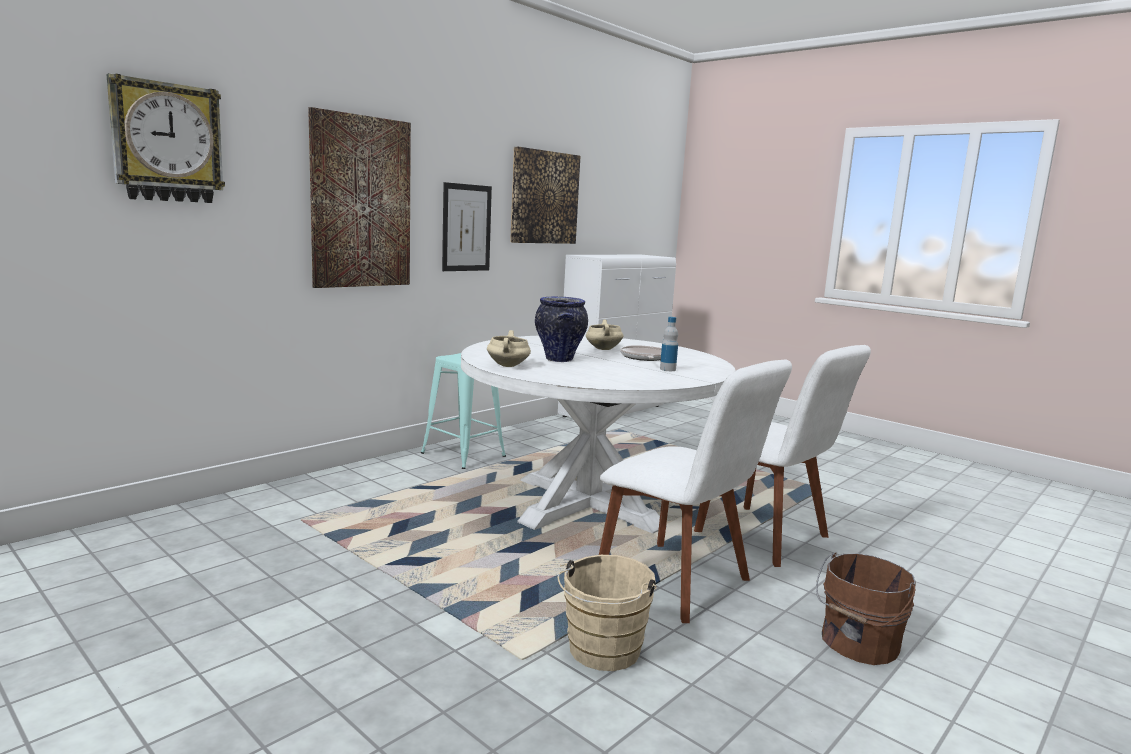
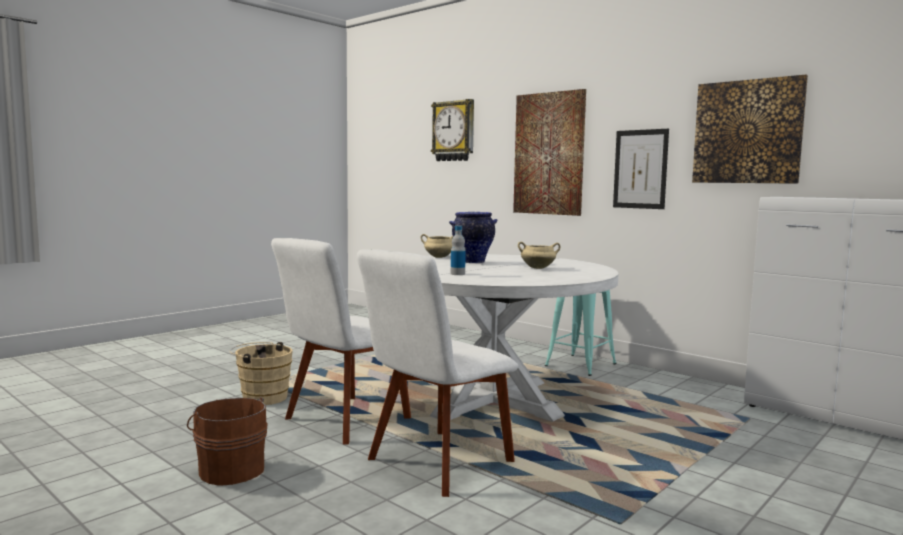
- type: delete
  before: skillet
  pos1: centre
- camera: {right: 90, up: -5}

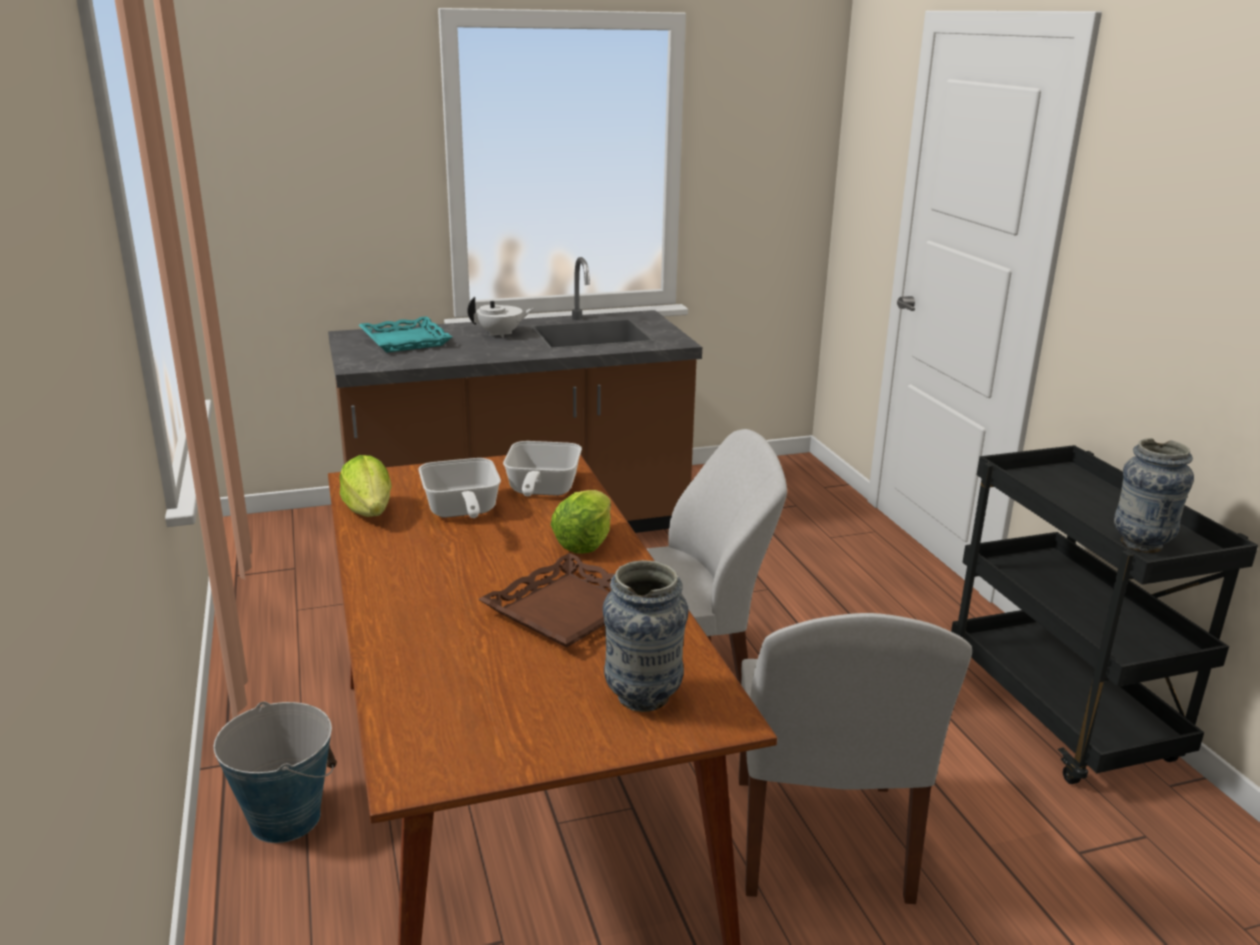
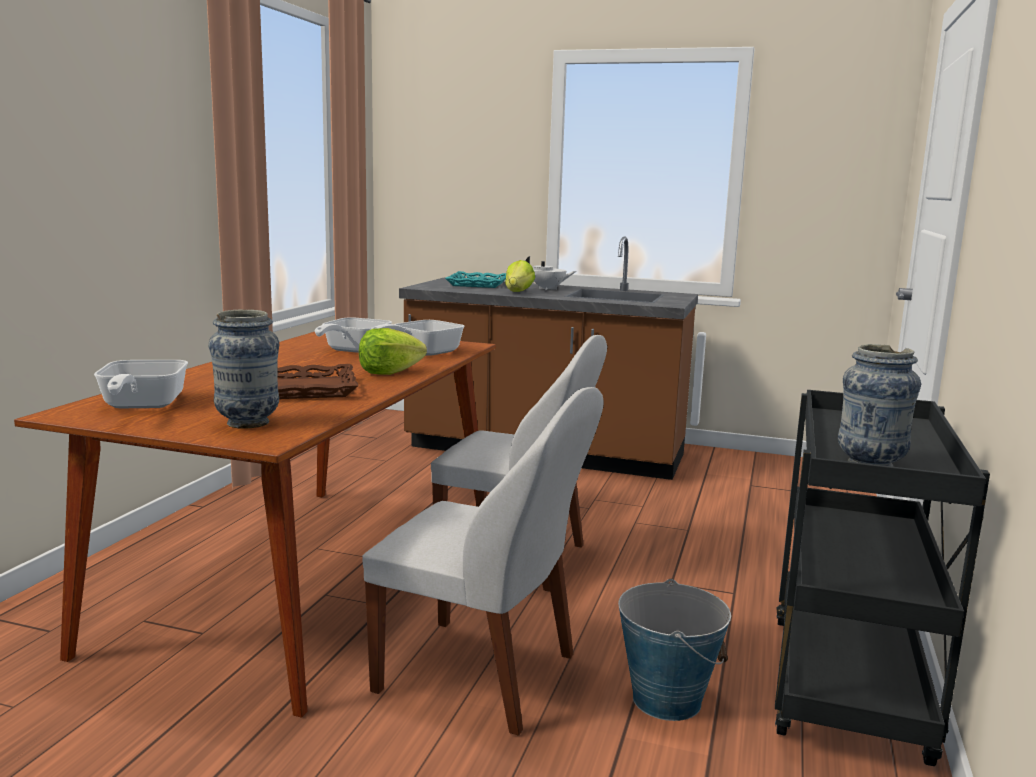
- type: move
  before: bucket
  pos1: bottom left
  pos2: bottom centre
- type: move
  before: lettuce (1st from left in the first image)
  after: lettuce (2nd from left)
  pos1: middle left
  pos2: centre
- type: rotate
  before: plain chair/white (2nd from left in the first image)
  pos1: bottom right
  pos2: bottom centre
  turn: -105
- type: insert
  after: skillet (1st from left)
  pos2: middle left
- camera: {right: 35, up: -10}

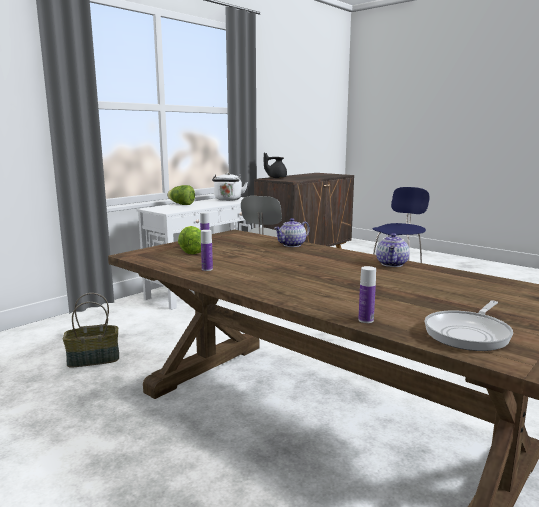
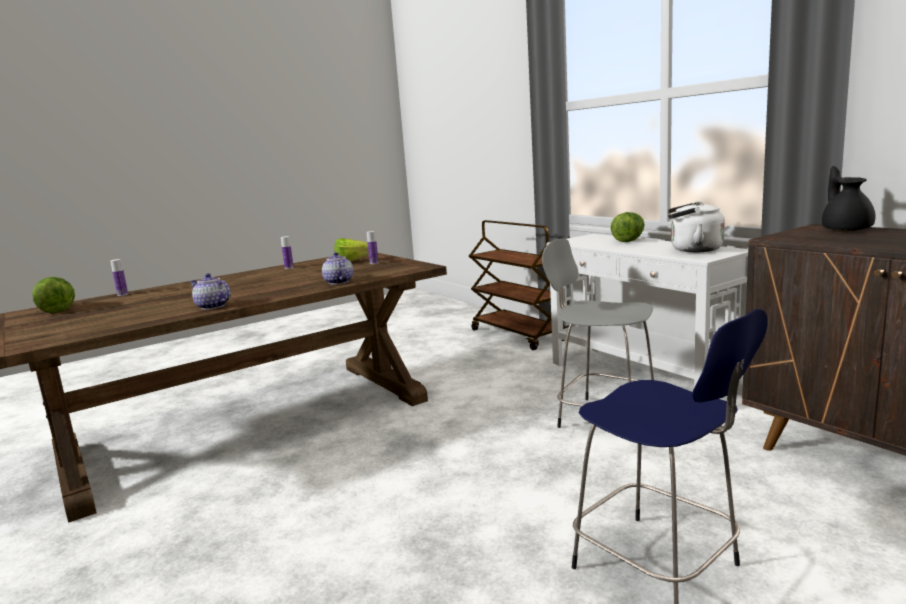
- type: delete
  before: household basket
  pos1: middle left
- type: replace
  before: skillet
  after: lettuce (1st from left)
  pos1: middle right
  pos2: middle left
- type: insert
  after: cart/brownish
  pos2: centre
- camera: {right: 105, up: 0}

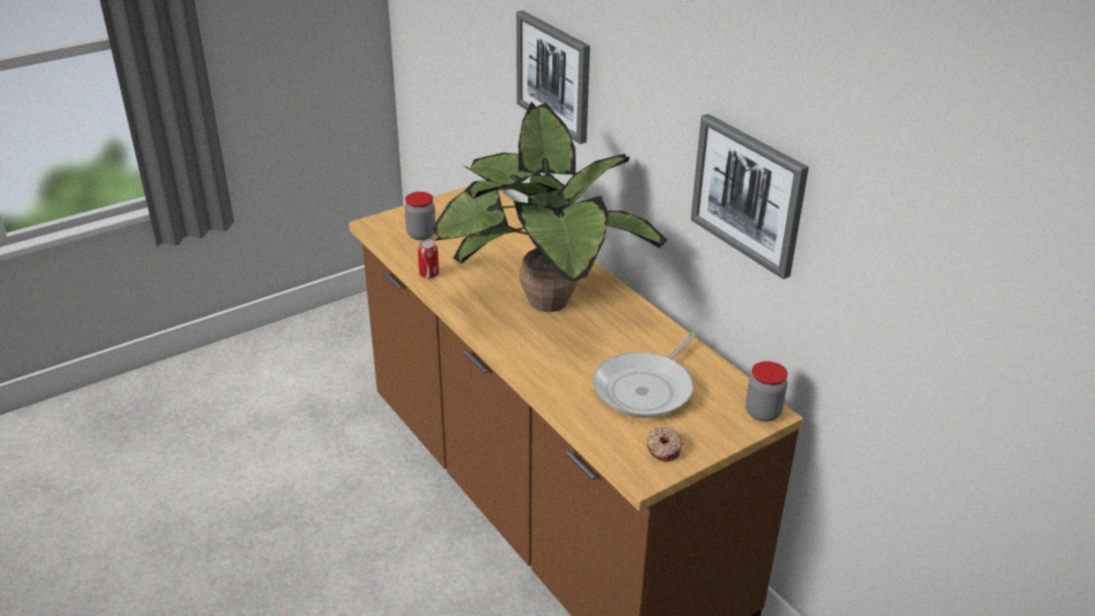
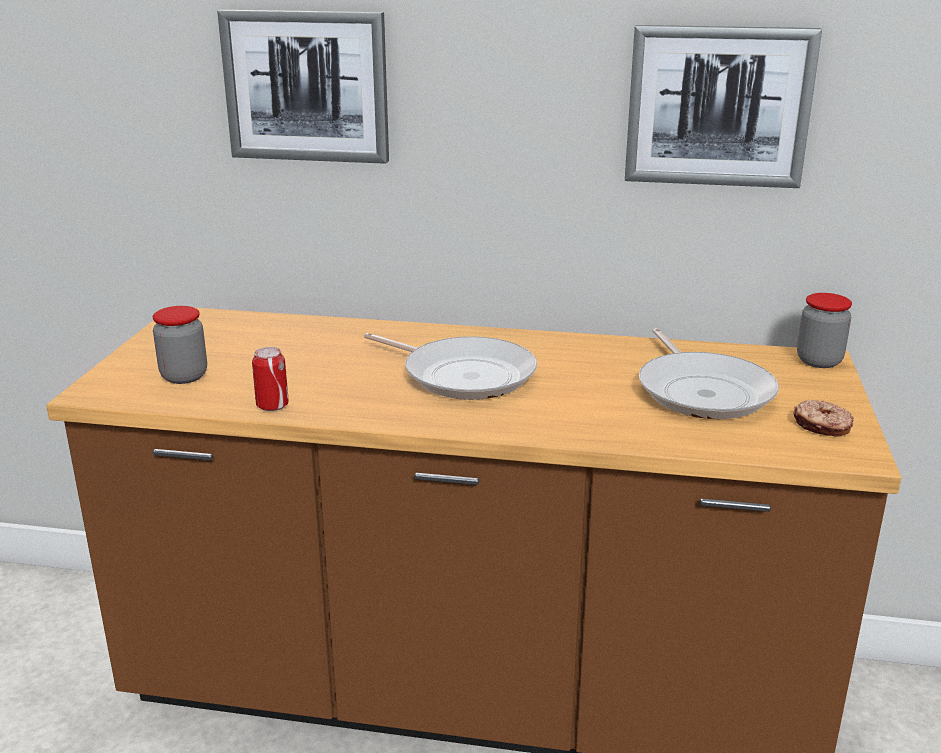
- type: replace
  before: houseplant
  after: skillet (1st from left)
  pos1: centre
  pos2: centre
- camera: {right: -45, up: -10}

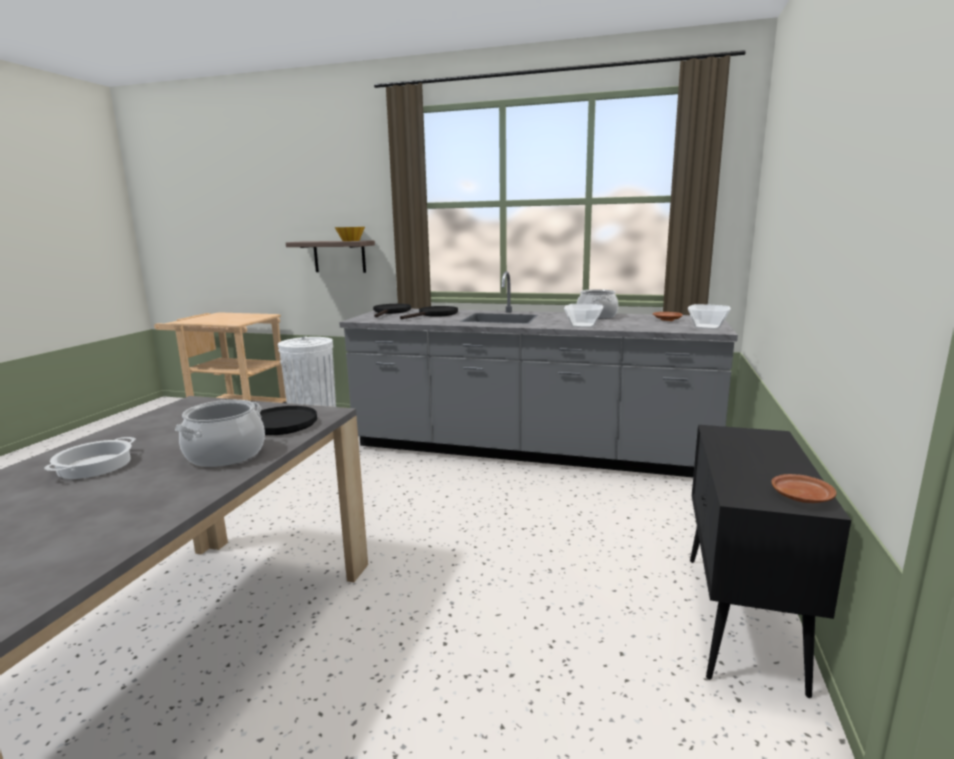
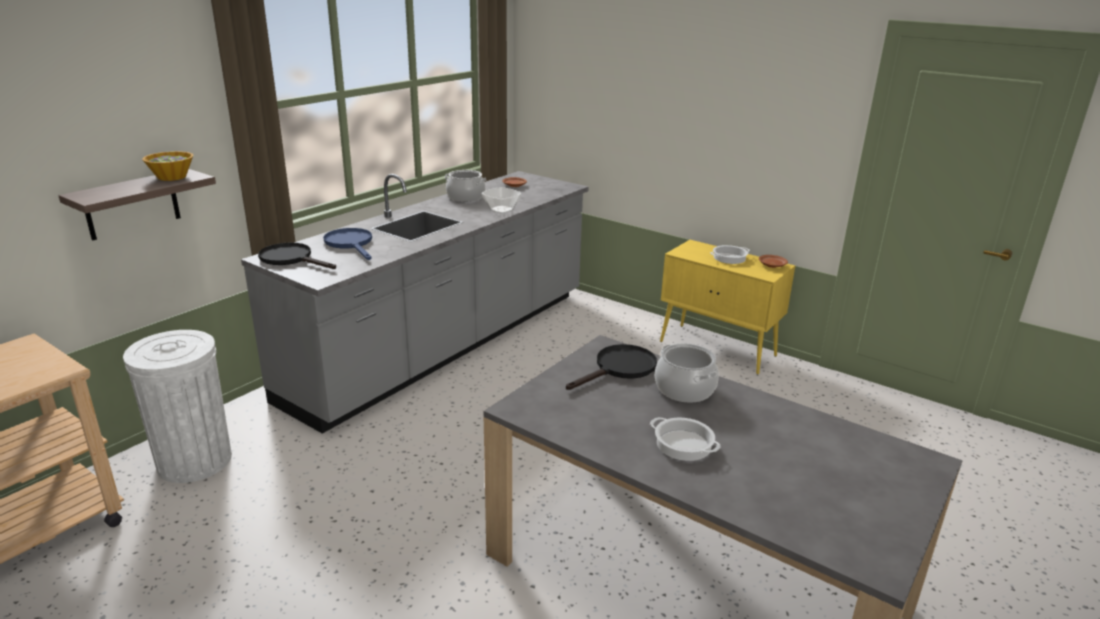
- type: recolor
  before: skillet/blackish (3rd from left)
  after: skillet/blue-coloured
  pos1: centre
  pos2: middle left
- type: delete
  before: bowl (3rd from left)
  pos1: middle right
- type: recolor
  before: cabinet/blackish
  after: cabinet/yellowish
  pos1: bottom right
  pos2: centre
- type: insert
  after: stockpot (4th from left)
  pos2: centre
- camera: {right: -70, up: 10}

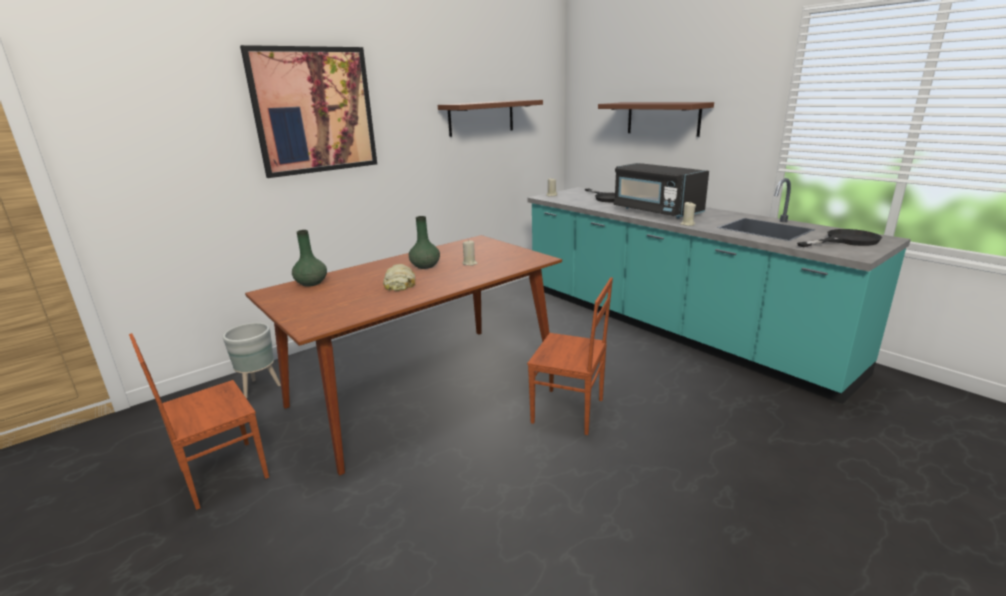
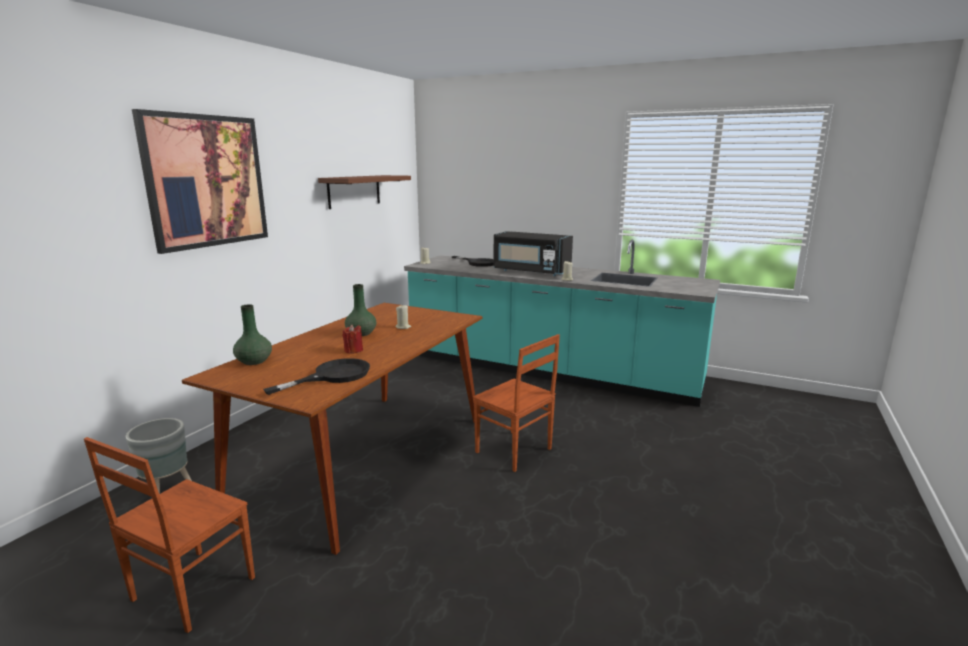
- type: replace
  before: bread
  after: wax light/red-coloured
  pos1: centre
  pos2: centre
- type: rotate
  before: plain chair/brownish (2nd from left)
  pos1: centre
  pos2: centre
  turn: 45
- type: delete
  before: shelf/brownish (2nd from left)
  pos1: top centre
- type: move
  before: skillet/blackish (2nd from left in the first image)
  after: skillet/blackish (1st from left)
  pos1: middle right
  pos2: middle left
- camera: {right: -25, up: -5}

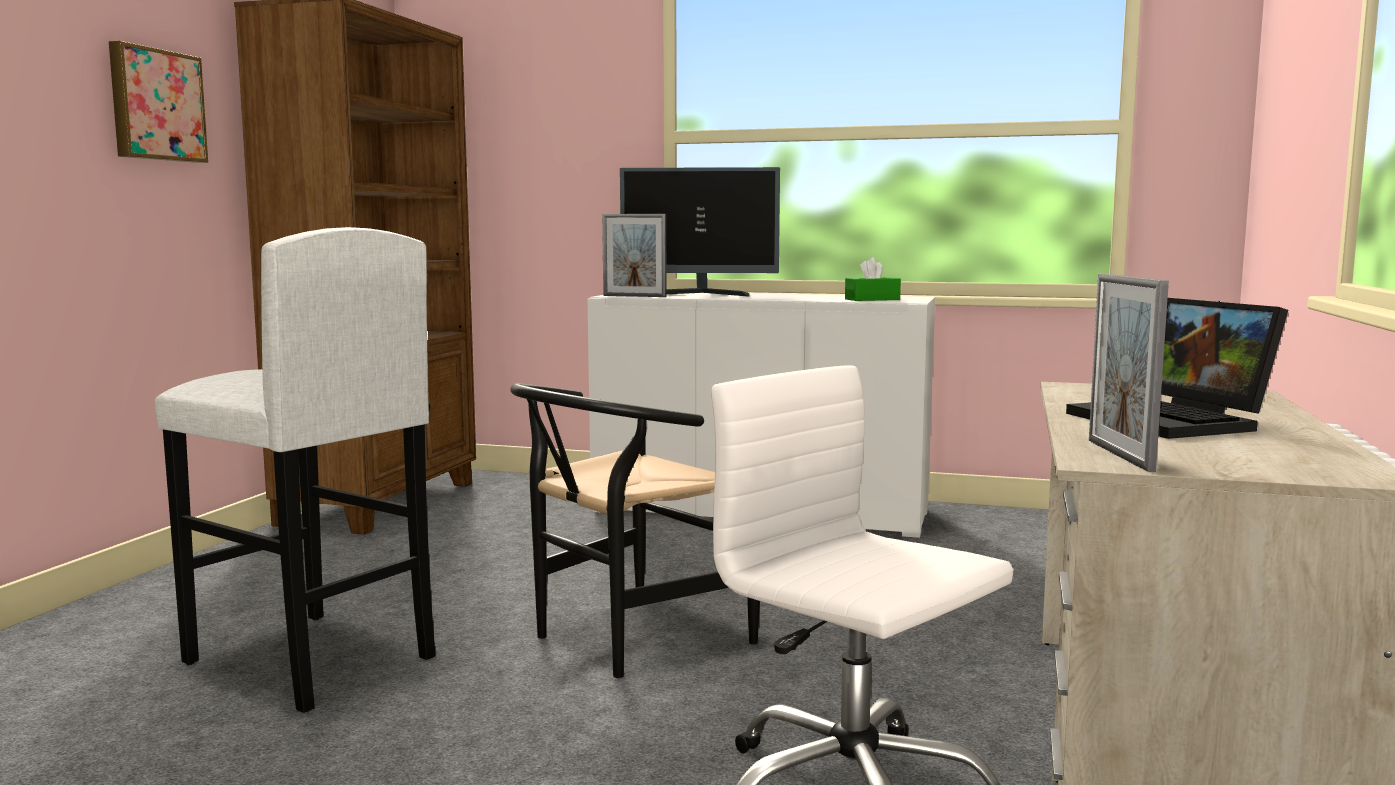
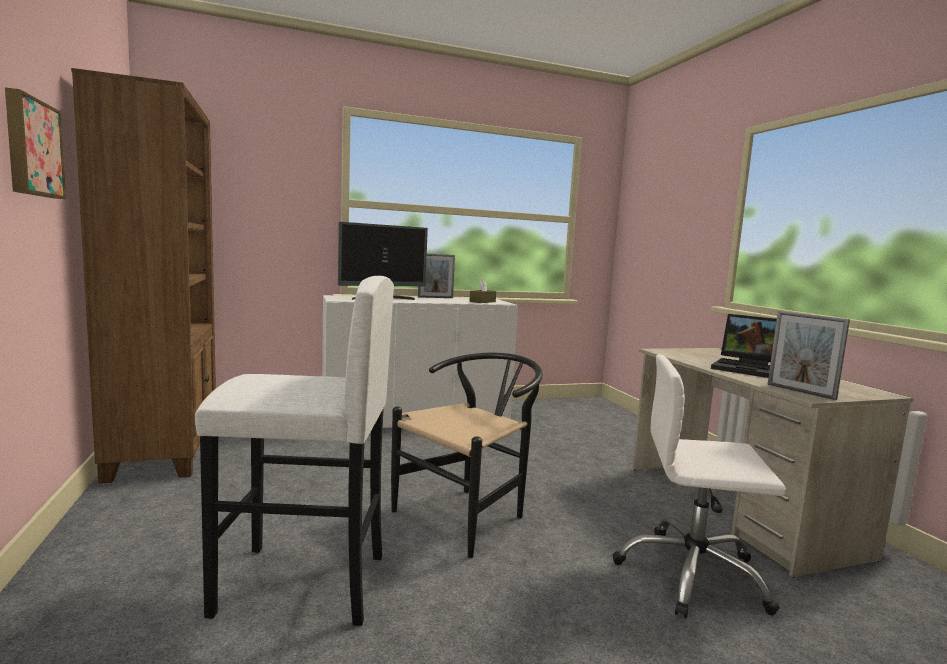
- type: rotate
  before: plain chair/blackish
  pos1: bottom centre
  pos2: bottom centre
  turn: -150
- type: move
  before: standing frame (1st from left)
  pos1: top centre
  pos2: centre
- type: recolor
  before: box of tissues/green
  after: box of tissues/brownish
  pos1: centre
  pos2: centre
- camera: {right: -35, up: 0}

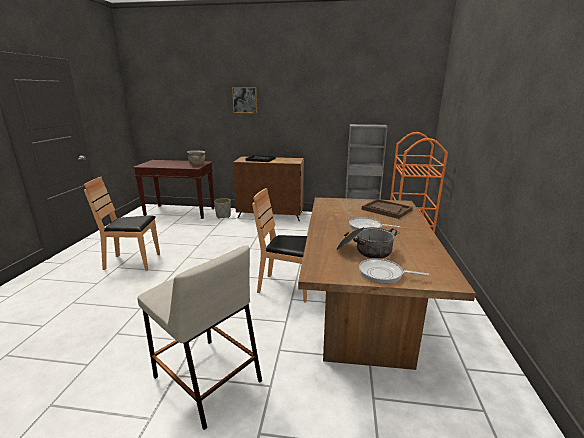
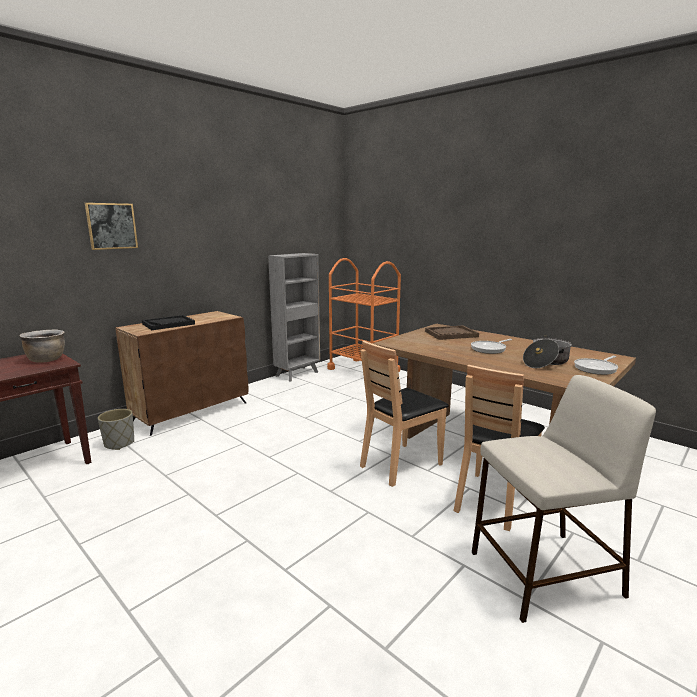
- type: move
  before: plain chair/brownish (1st from left in the first image)
  after: plain chair/brownish (2nd from left)
  pos1: middle left
  pos2: middle right
- camera: {right: -55, up: -5}

